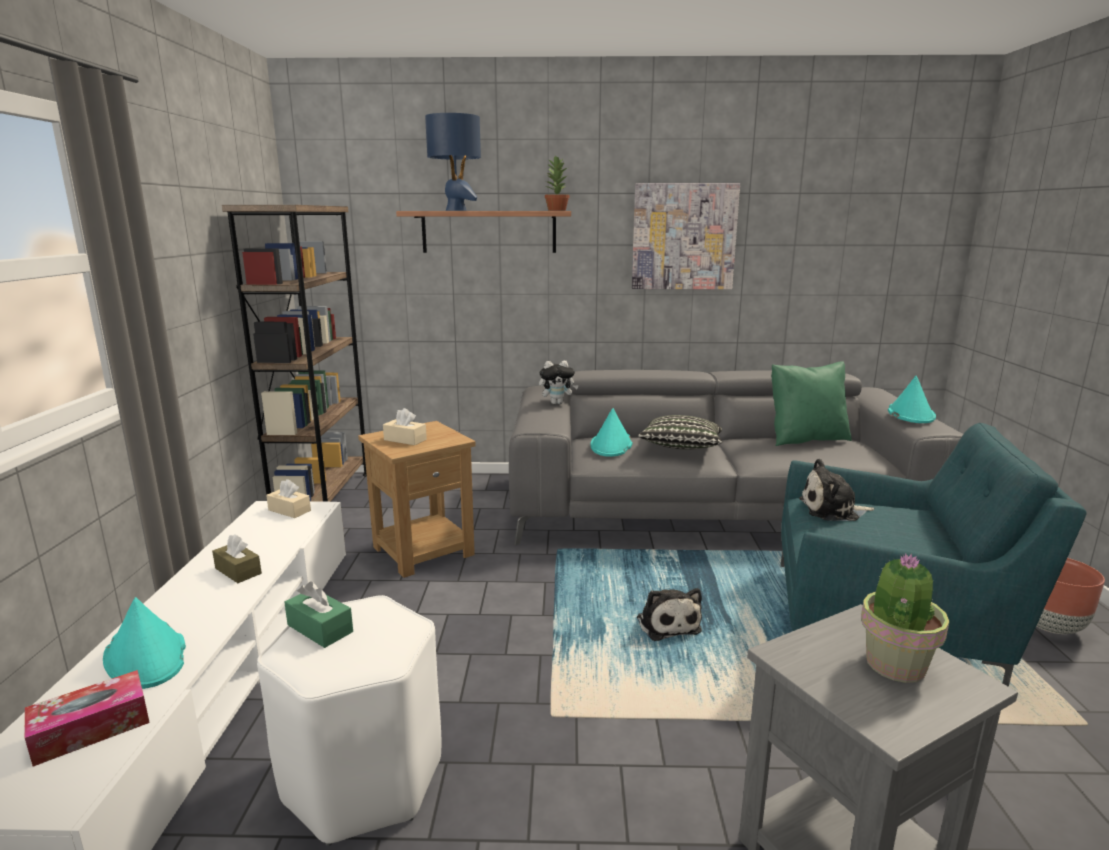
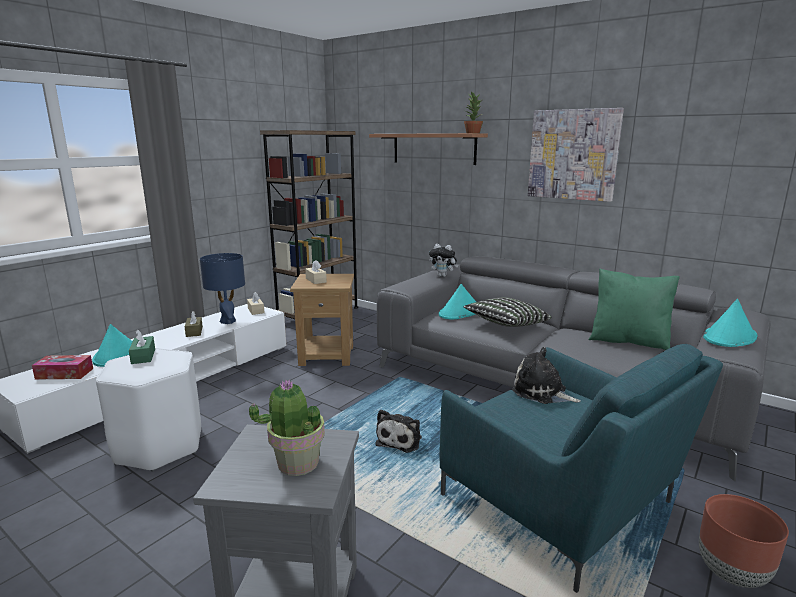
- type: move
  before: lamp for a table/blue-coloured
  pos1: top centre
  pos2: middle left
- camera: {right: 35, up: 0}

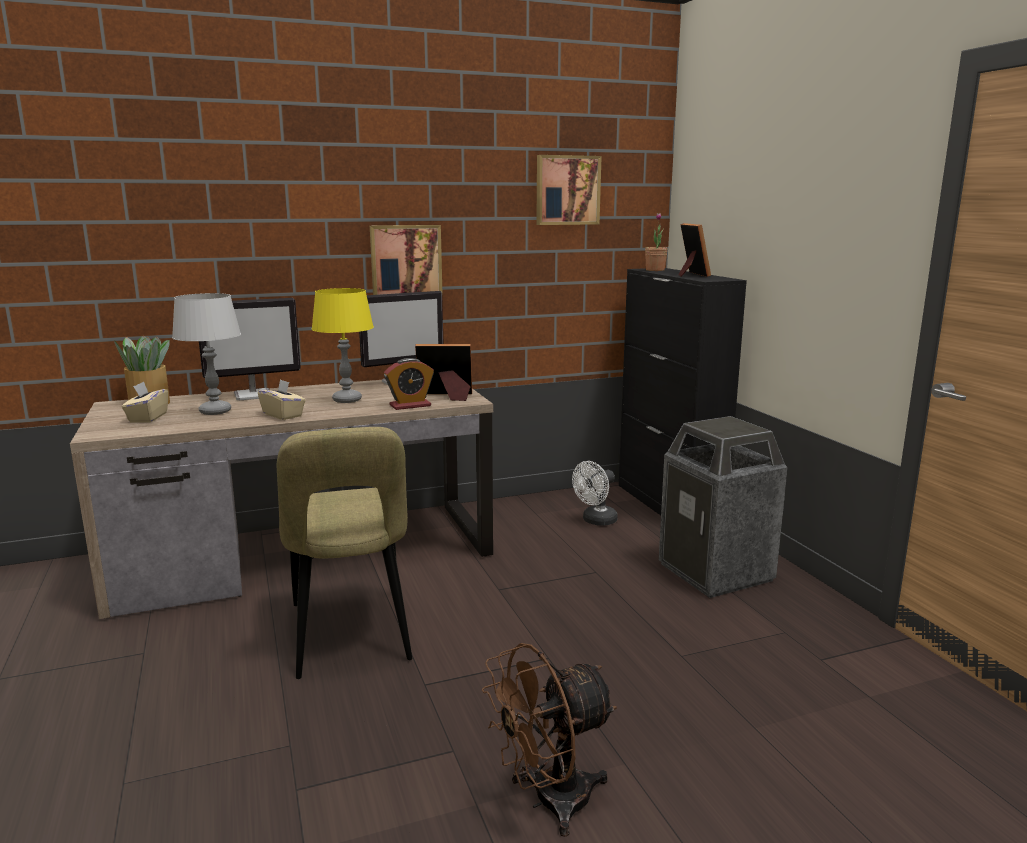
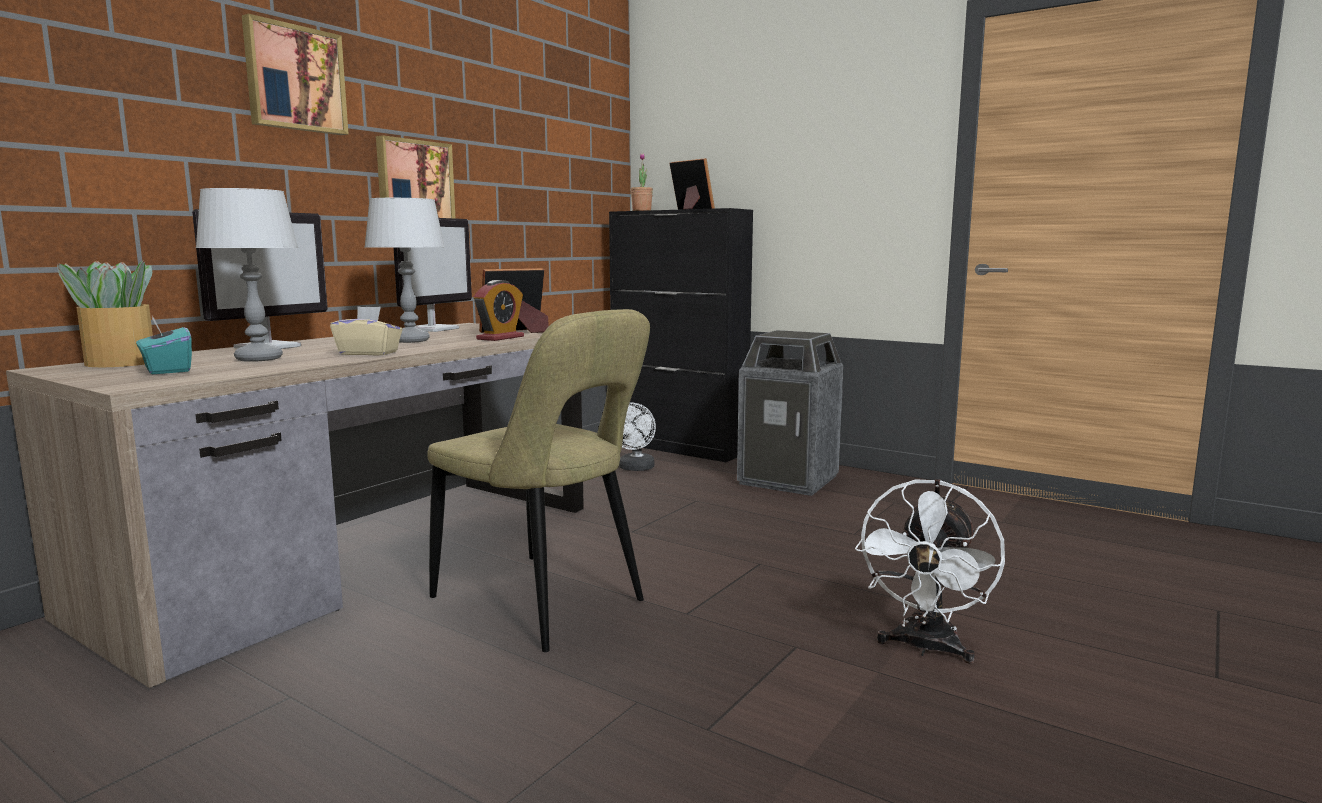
- type: recolor
  before: box of tissues/beige (1st from left)
  after: box of tissues/turquoise-coloured
  pos1: middle left
  pos2: middle left
- type: recolor
  before: lamp for a table/yellowish
  after: lamp for a table/greyish (2nd from left)
  pos1: middle left
  pos2: middle left
- type: recolor
  before: fan/brownish
  after: fan/white (2nd from left)
  pos1: bottom centre
  pos2: bottom right
- type: move
  before: wall picture (2nd from left in the first image)
  after: wall picture (1st from left)
  pos1: top centre
  pos2: top left
- camera: {right: -35, up: -5}

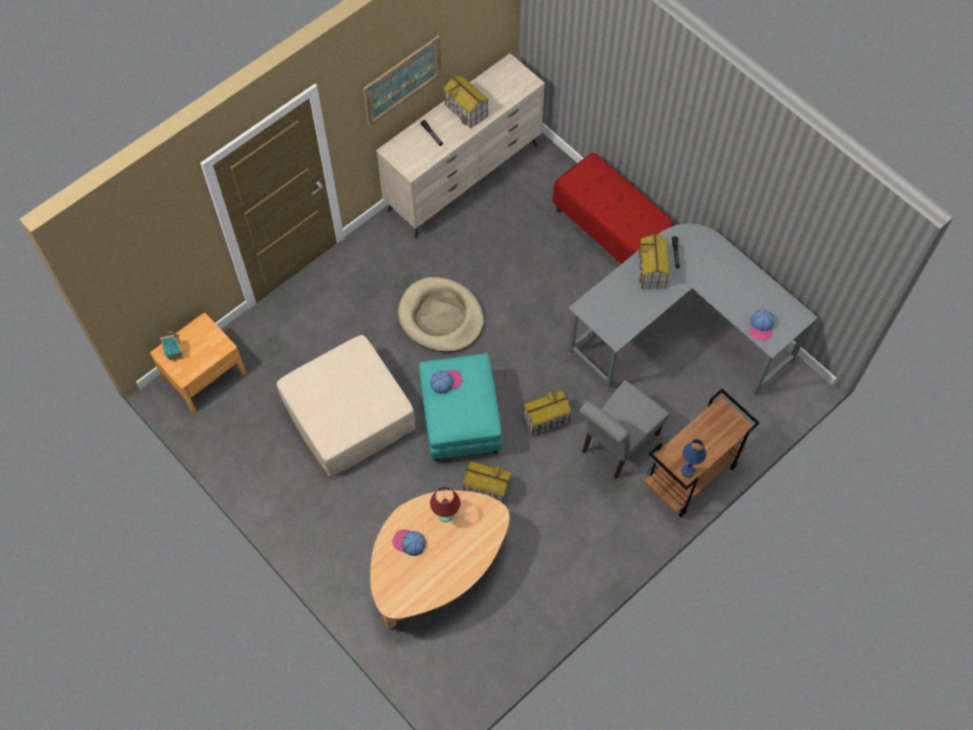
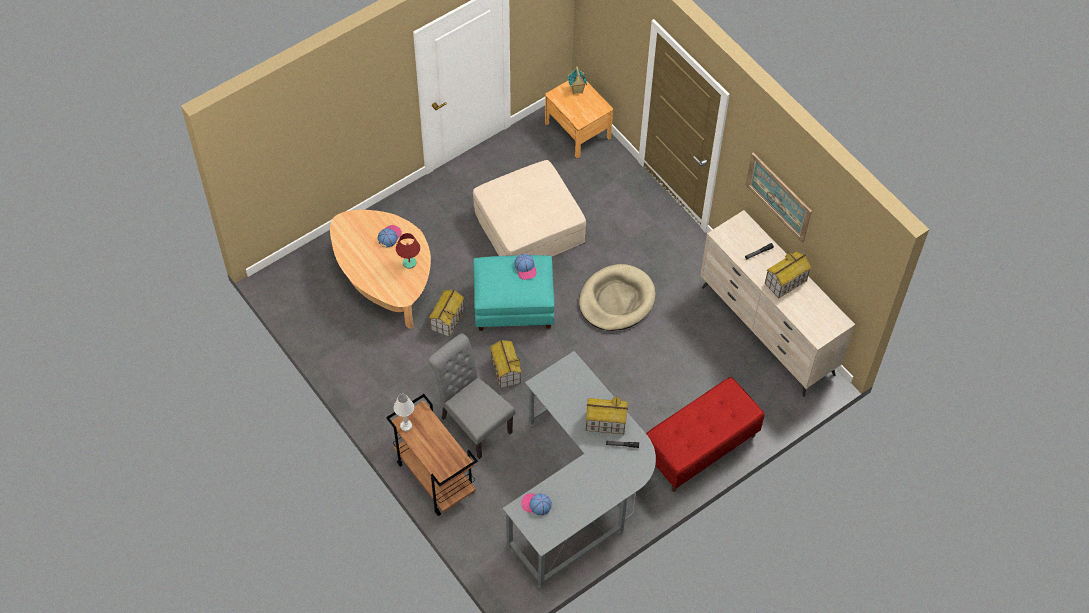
- type: recolor
  before: lamp for a table/blue-coloured
  after: lamp for a table/white
  pos1: middle right
  pos2: bottom centre
- camera: {right: 95, up: -5}

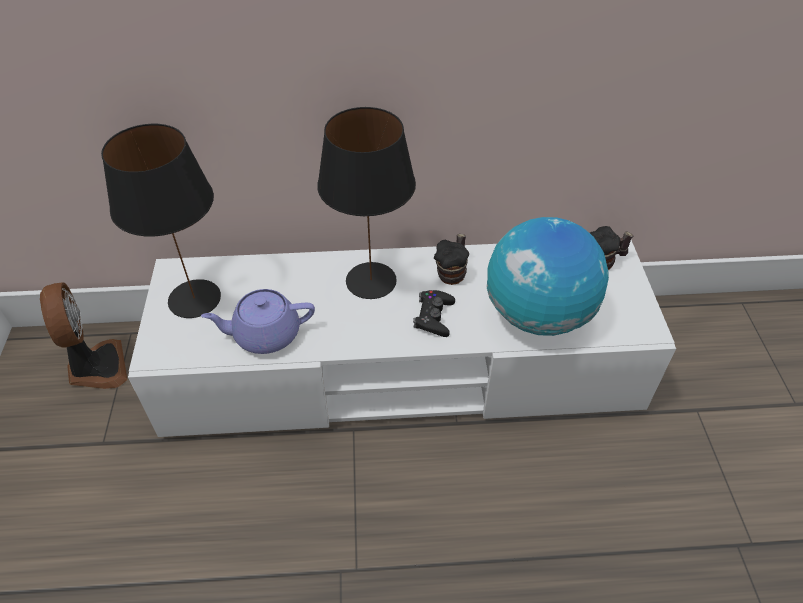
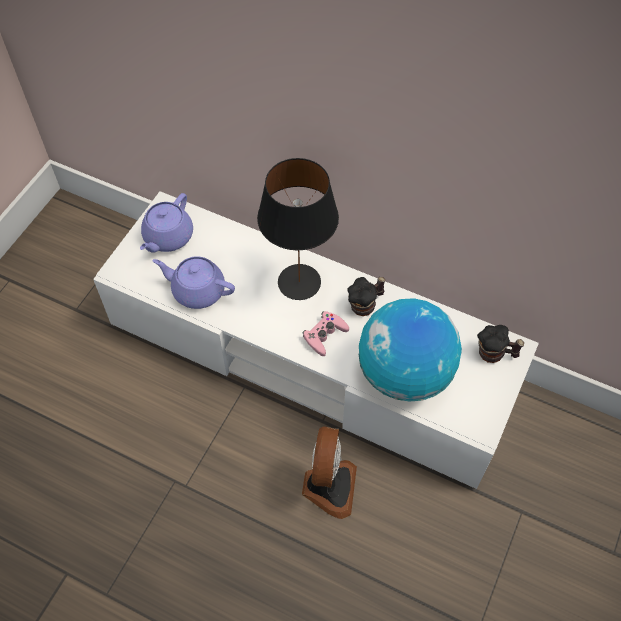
- type: move
  before: fan
  pos1: middle left
  pos2: bottom centre
- type: replace
  before: lamp for a table/blackish (1st from left)
  after: pot for tea/purple (1st from left)
  pos1: middle left
  pos2: middle left
- type: recolor
  before: joypad/blackish
  after: joypad/pink-coloured
  pos1: centre
  pos2: centre
- camera: {right: 30, up: 10}

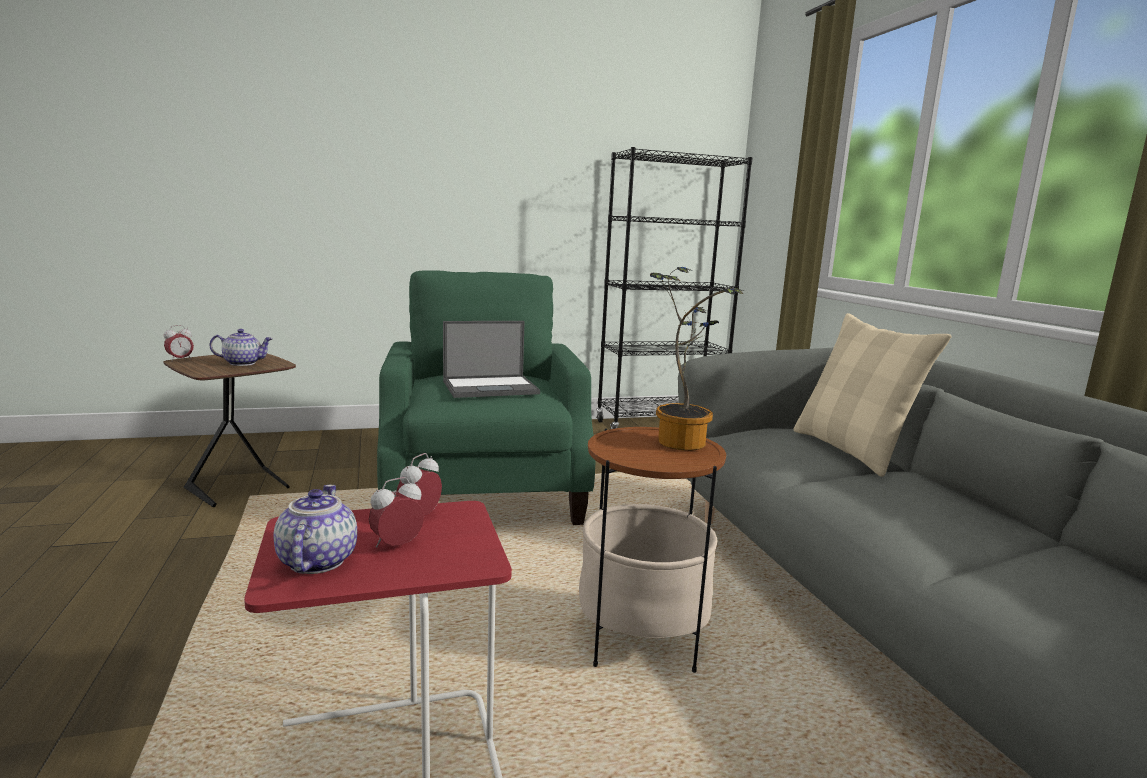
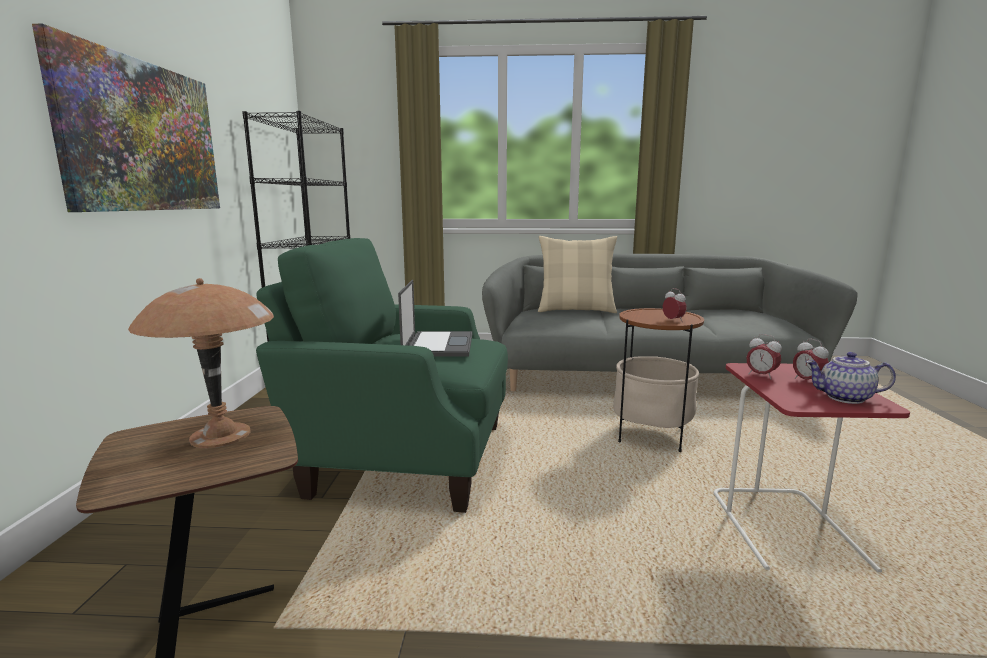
- type: move
  before: alarm clock (1st from left)
  pos1: middle left
  pos2: middle right
- type: replace
  before: pot for tea (1st from left)
  after: lamp for a table/brownish
  pos1: middle left
  pos2: middle left
- type: delete
  before: houseplant
  pos1: centre
- type: insert
  after: wall picture
  pos2: top left
- camera: {right: -70, up: 0}

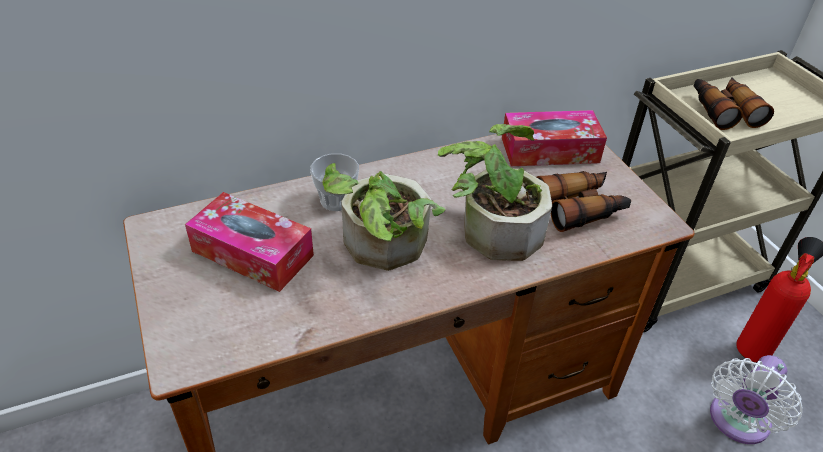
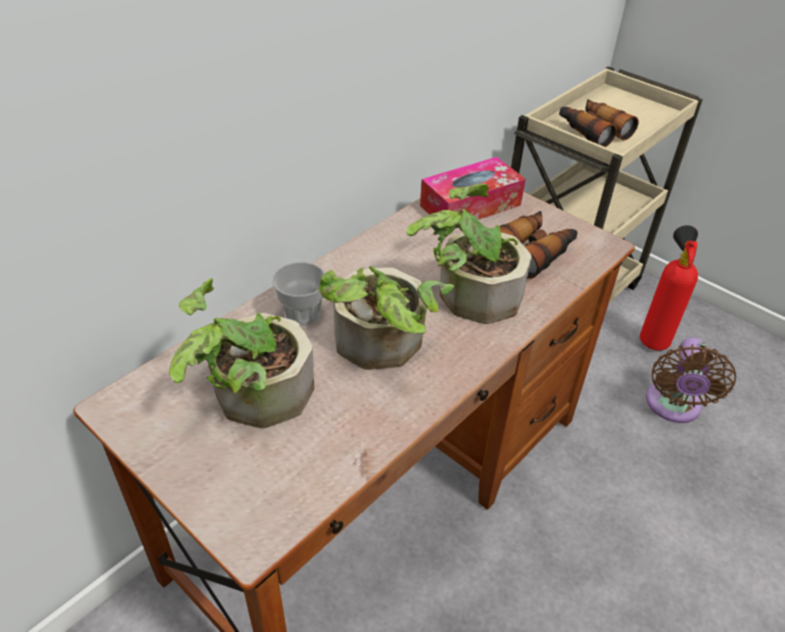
- type: replace
  before: box of tissues (1st from left)
  after: houseplant (1st from left)
  pos1: middle left
  pos2: middle left
- type: recolor
  before: fan/white
  after: fan/brownish
  pos1: bottom right
  pos2: middle right
- camera: {right: -25, up: 0}

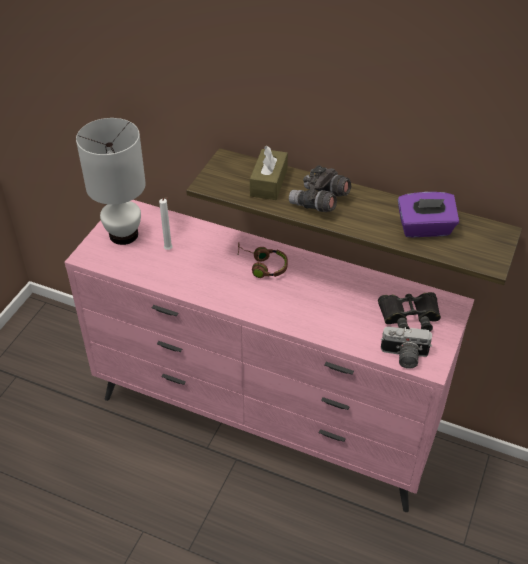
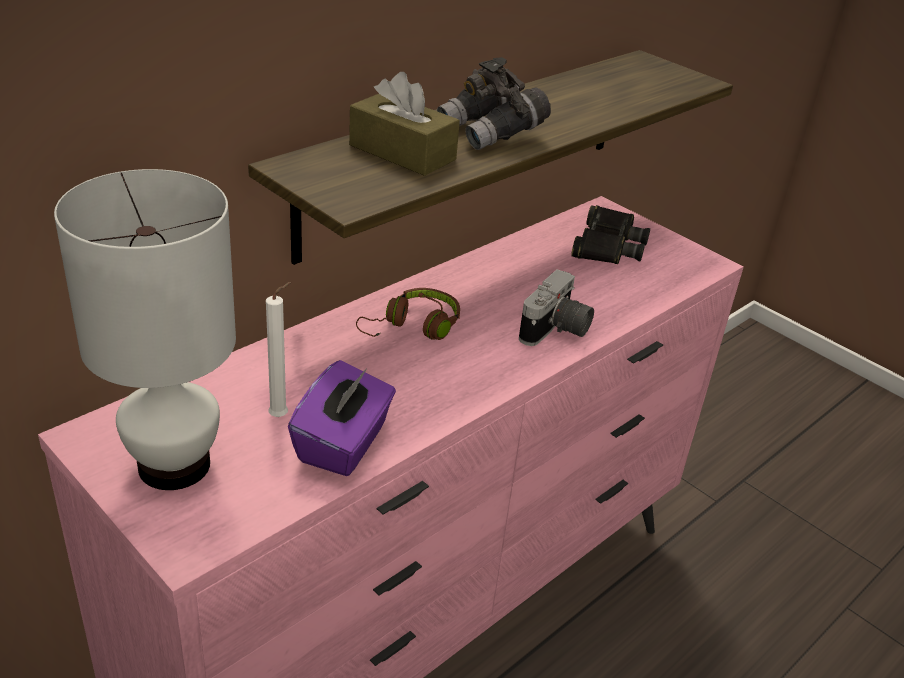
- type: move
  before: still camera
  pos1: middle right
  pos2: centre
- type: move
  before: box of tissues/purple
  pos1: middle right
  pos2: centre
- camera: {right: -70, up: -10}

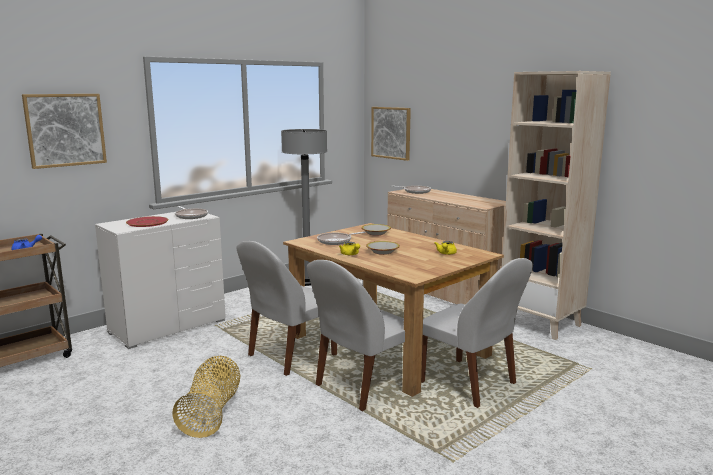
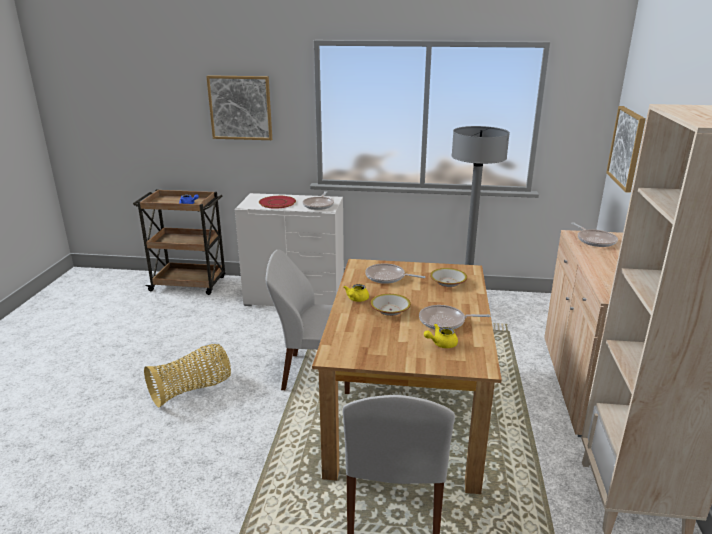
- type: delete
  before: plain chair/white (2nd from left)
  pos1: bottom centre
- type: insert
  after: skillet (3rd from left)
  pos2: centre
- camera: {right: 50, up: 10}

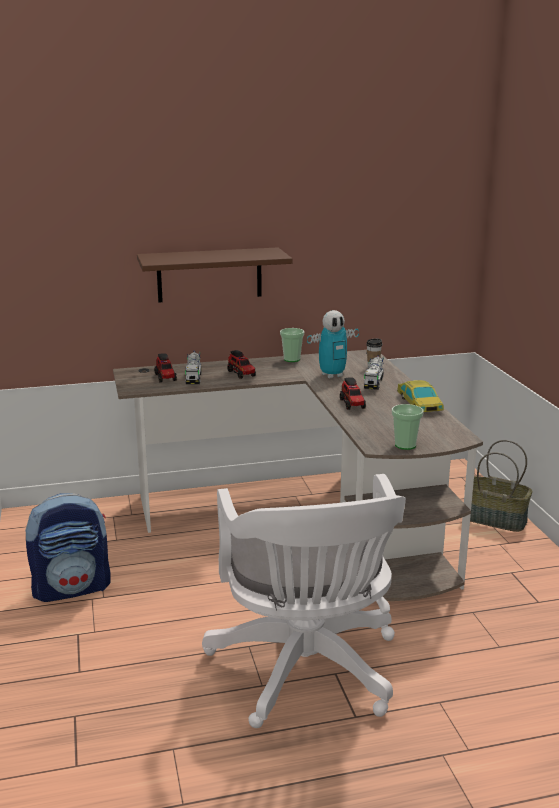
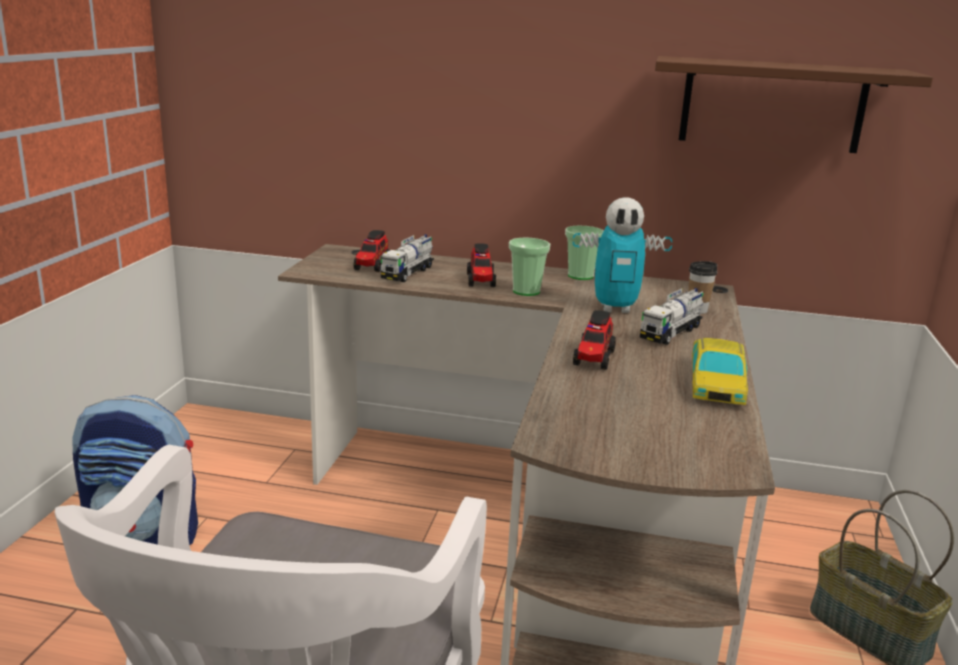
- type: move
  before: shelf/brownish
  pos1: centre
  pos2: top right
- type: move
  before: drinking cup (3rd from left in the first image)
  after: drinking cup (1st from left)
  pos1: middle right
  pos2: centre
- camera: {right: 25, up: 0}

